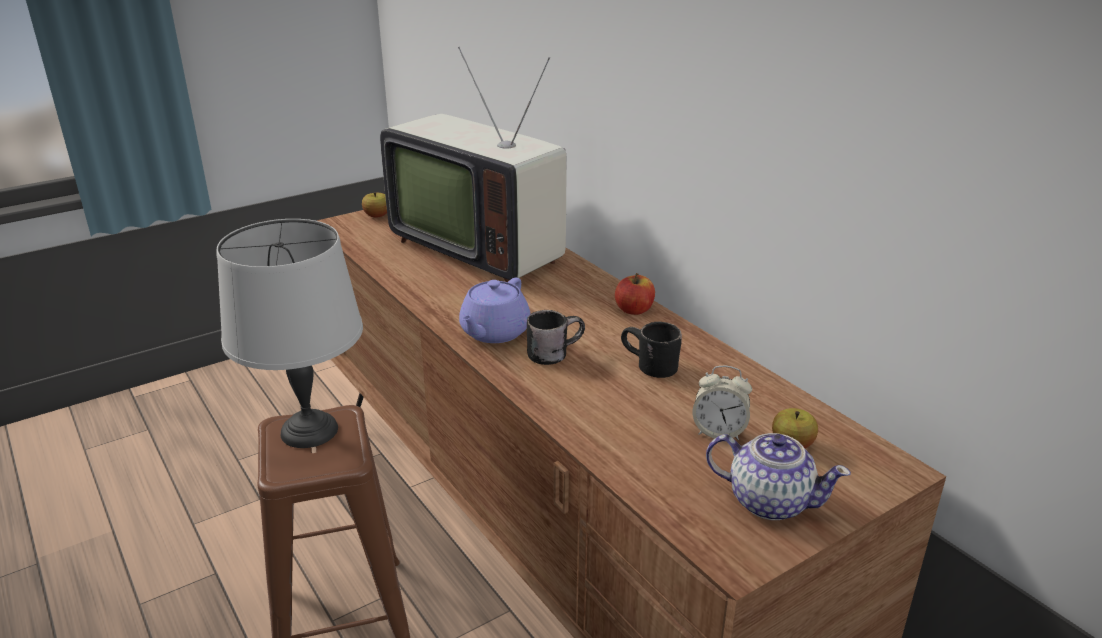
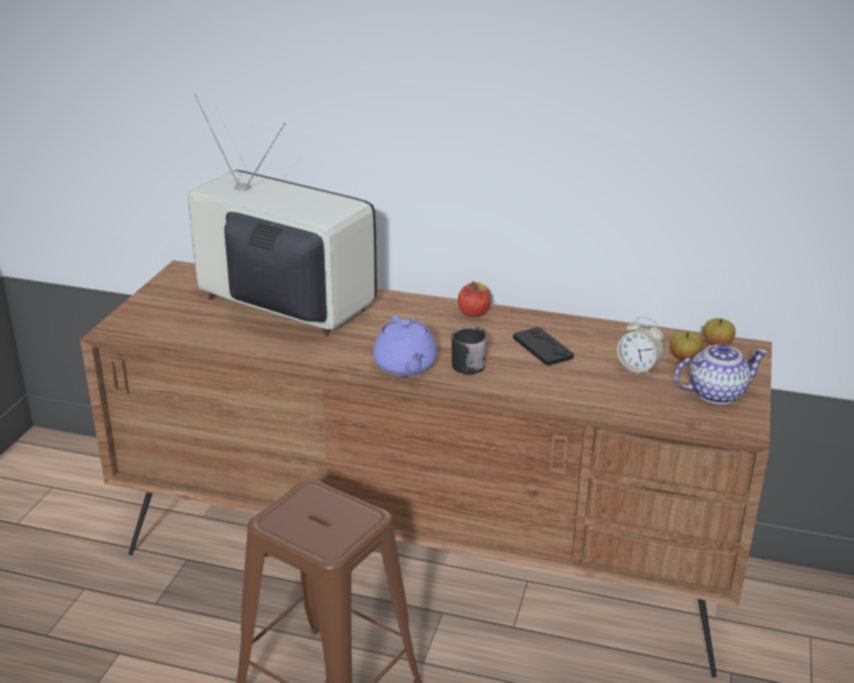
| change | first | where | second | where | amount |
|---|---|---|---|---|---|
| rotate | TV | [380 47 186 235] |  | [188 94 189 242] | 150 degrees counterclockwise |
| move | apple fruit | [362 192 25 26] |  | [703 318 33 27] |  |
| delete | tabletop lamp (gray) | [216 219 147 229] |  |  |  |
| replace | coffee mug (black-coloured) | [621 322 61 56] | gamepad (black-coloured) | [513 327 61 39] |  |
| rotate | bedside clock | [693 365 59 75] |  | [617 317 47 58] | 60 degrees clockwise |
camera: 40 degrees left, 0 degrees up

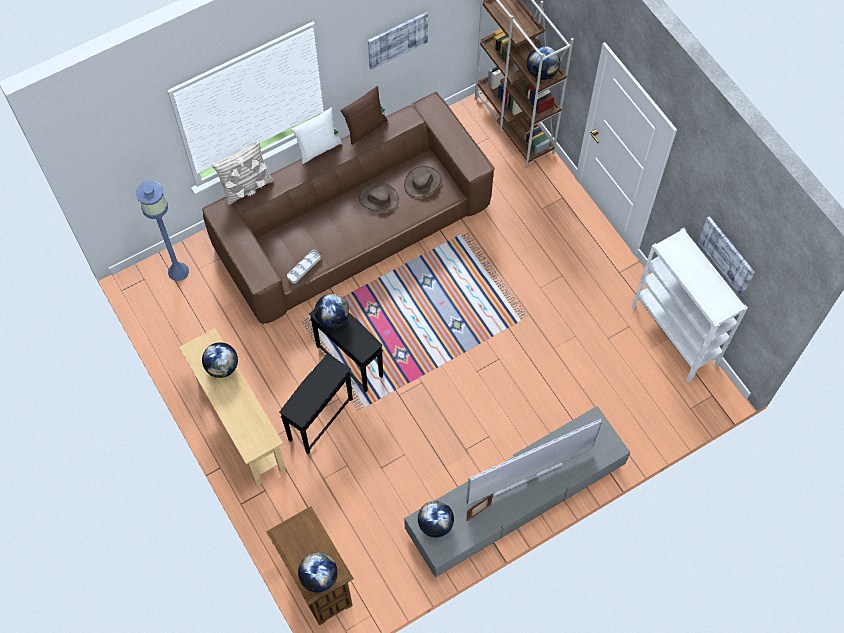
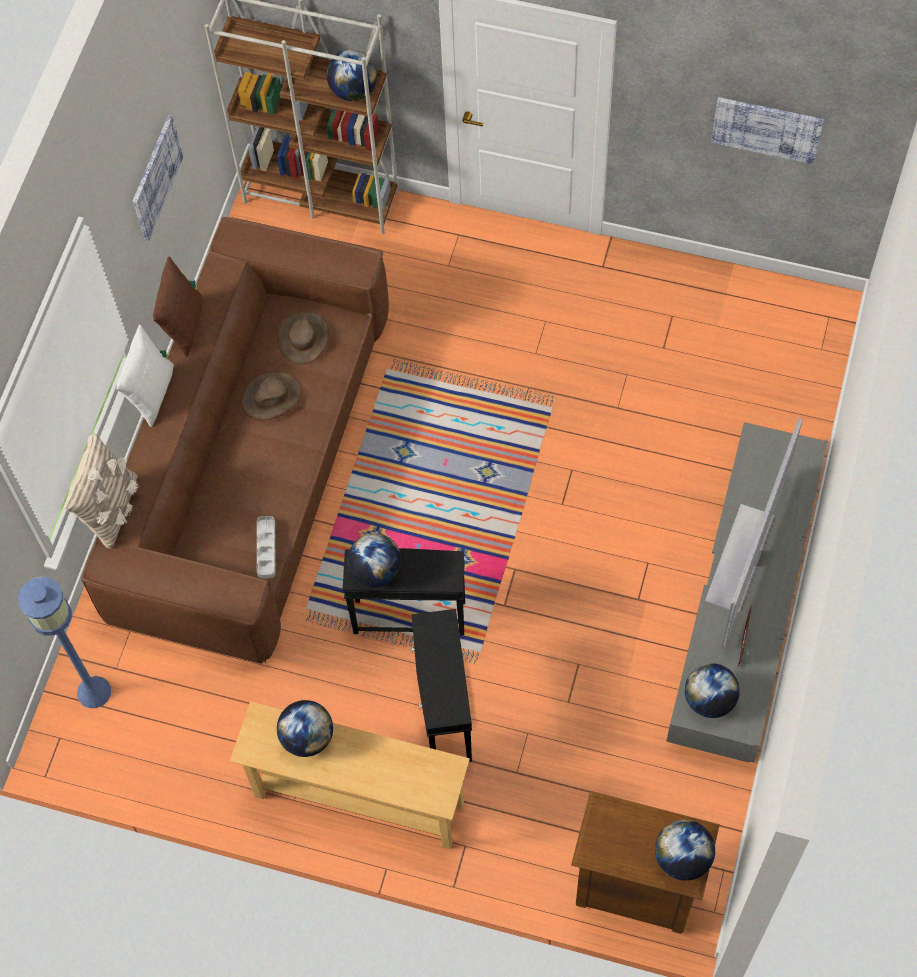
| change | first | where | second | where | amount |
|---|---|---|---|---|---|
| delete | bookcase (whitish) | [632 228 116 155] |  |  |  |
camera: 40 degrees left, 0 degrees up

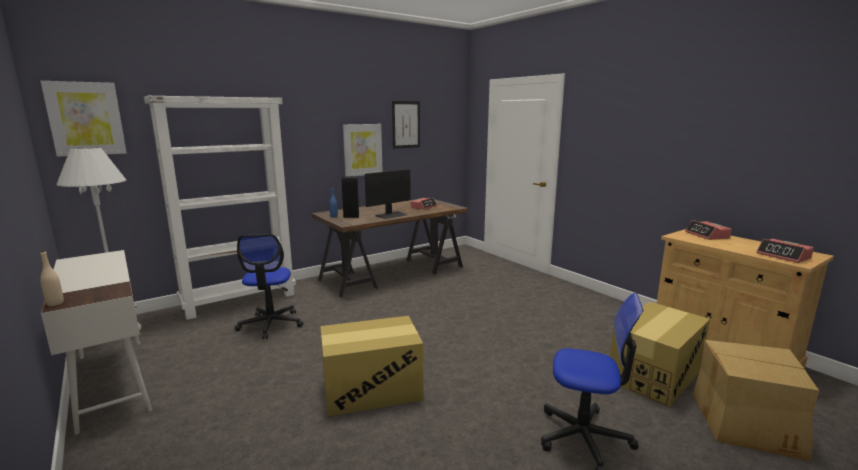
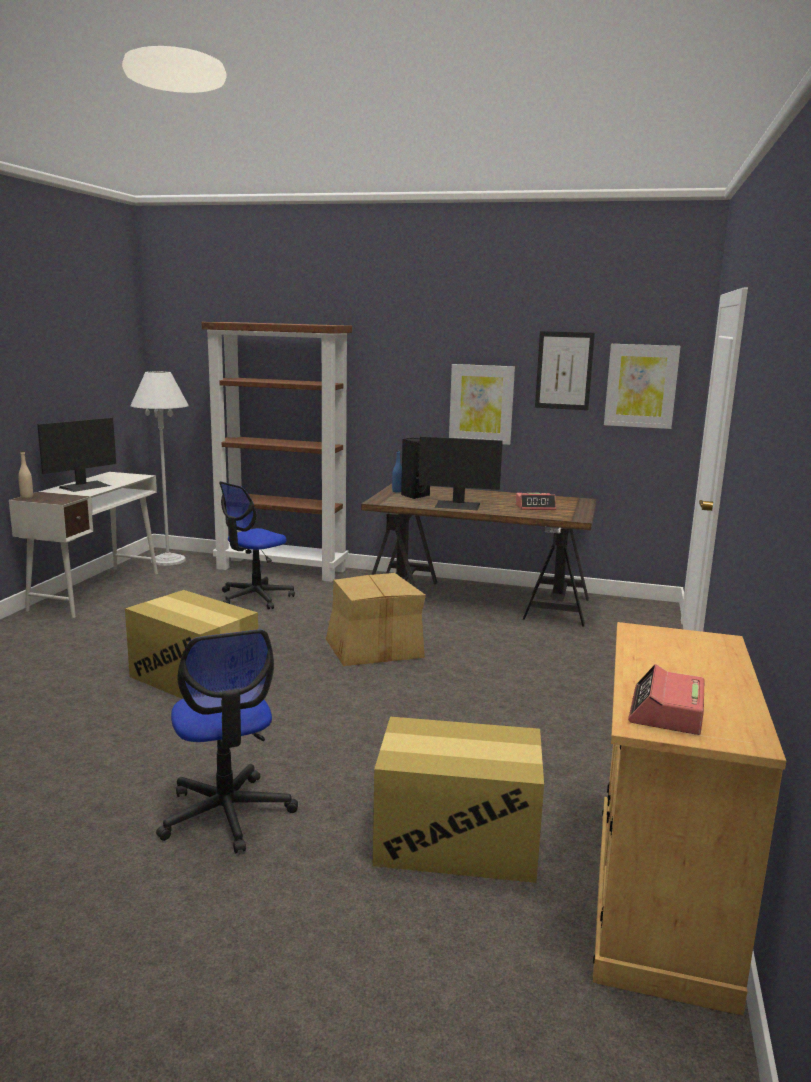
| change | first | where | second | where | amount |
|---|---|---|---|---|---|
| move | wall picture | [41 81 86 76] |  | [604 344 77 85] |  |
| recolor | bookcase (whitish) | [144 96 152 224] | bookcase (brown-coloured) | [201 322 151 260] |  |
| delete | bedside clock | [685 220 47 20] |  |  |  |
| move | packing box | [693 340 126 122] |  | [326 573 100 93] |  |
| insert |  |  | computer screen | [37 418 79 74] |  |
camera: 50 degrees right, 0 degrees up

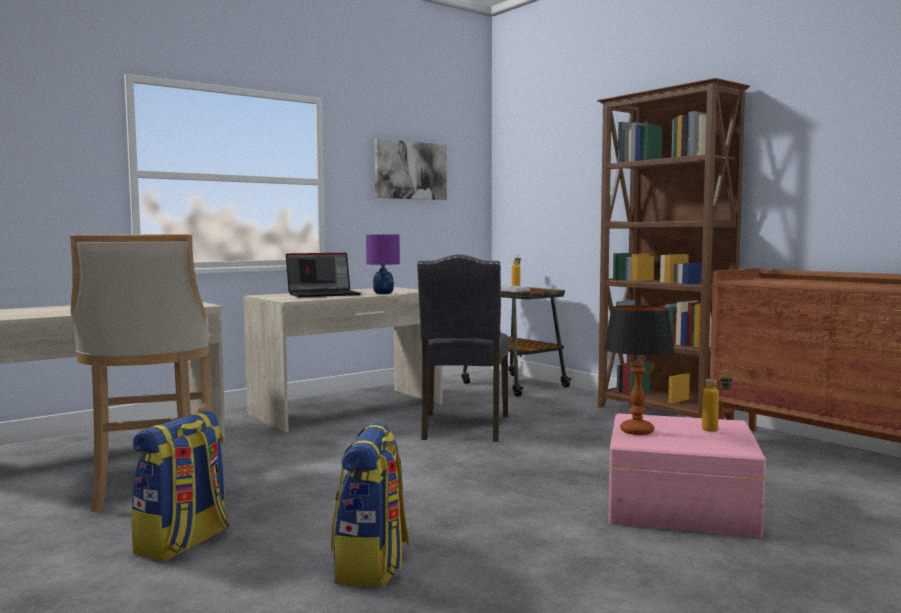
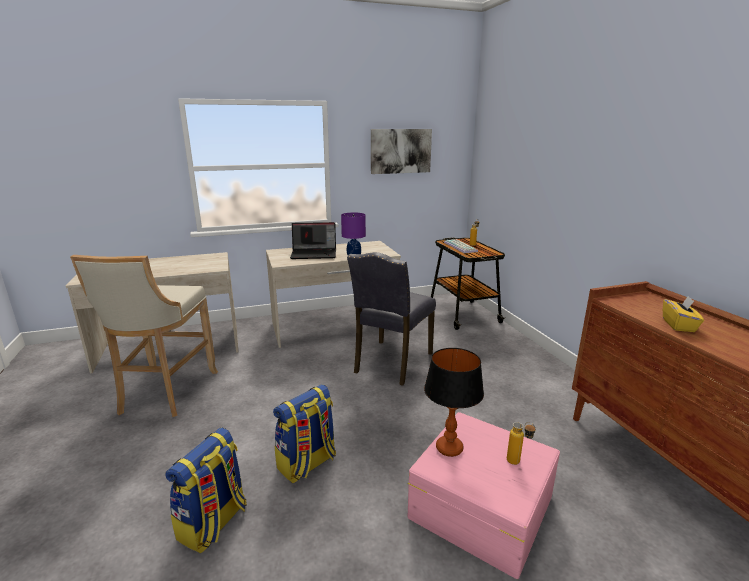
| change | first | where | second | where | amount |
|---|---|---|---|---|---|
| delete | bookcase (brown-coloured) | [597 78 153 342] |  |  |  |
| move | backpack | [131 411 98 151] |  | [273 384 63 99] |  |
| insert |  |  | tissue holder (yellow-coloured) | [663 296 41 36] |  |
camera: 20 degrees right, 15 degrees up

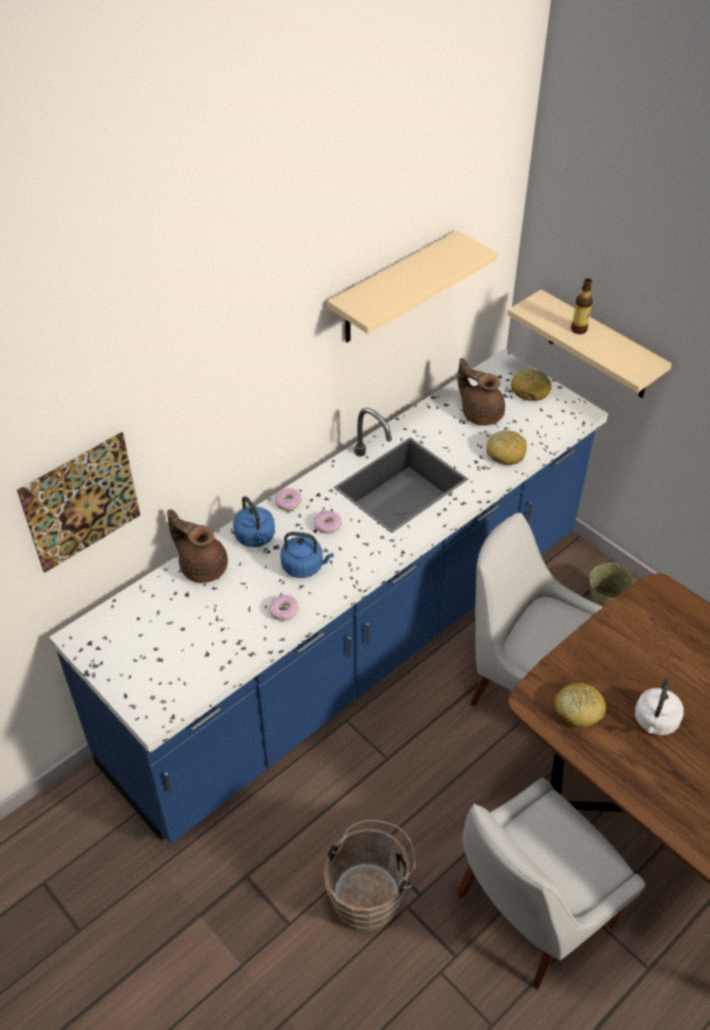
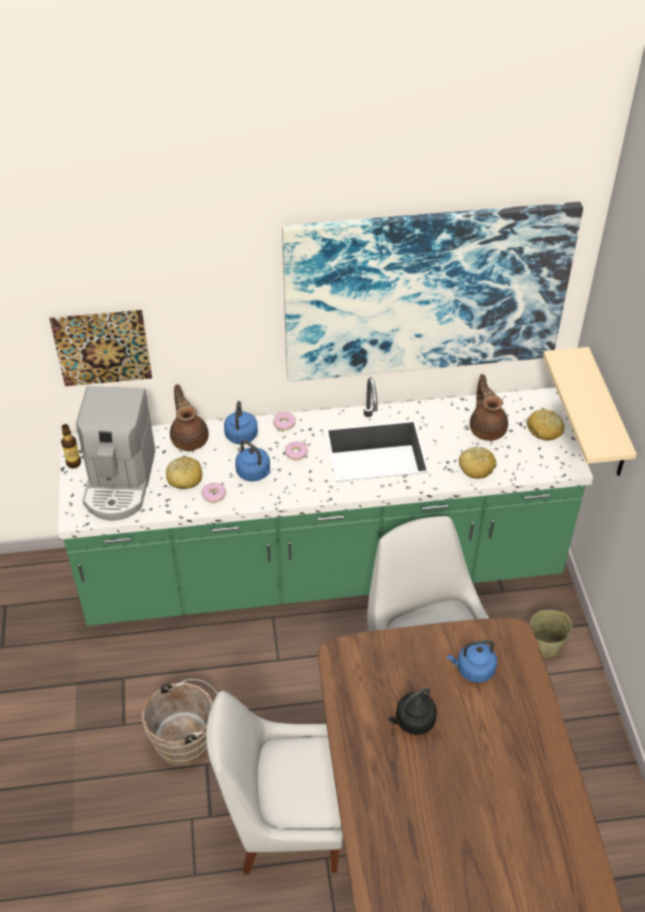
| change | first | where | second | where | amount |
|---|---|---|---|---|---|
| replace | shelf (beige-coloured) | [327 230 171 113] | wall picture | [282 202 301 180] |  |
| move | beverage bottle | [571 278 22 56] |  | [61 424 20 44] |  |
| recolor | kitchen counter (blue) | [49 349 559 495] | kitchen counter (green-coloured) | [58 377 535 249] |  |
| recolor | kettle (whitish) | [635 678 49 57] | kettle (black-coloured) | [388 688 49 47] |  |
| move | bakery bread | [554 683 52 45] |  | [166 457 36 32] |  |
| insert |  |  | coffee maker | [76 386 79 135] |  |
| insert |  |  | kettle (blue) | [447 640 50 43] |  |
camera: 35 degrees right, 0 degrees up

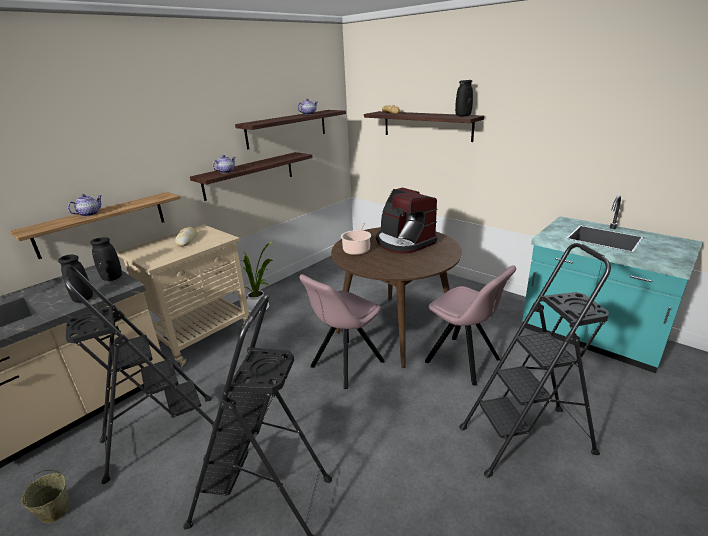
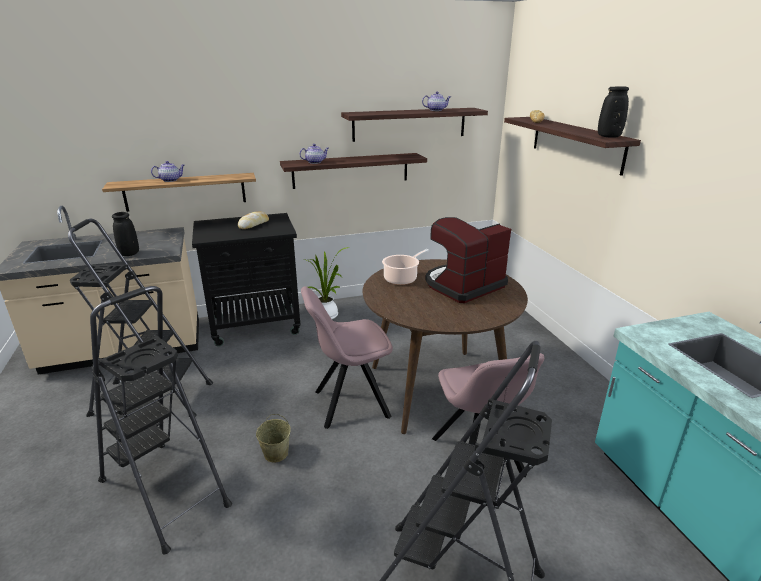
| change | first | where | second | where | amount |
|---|---|---|---|---|---|
| rotate | coffee maker | [376 187 61 67] |  | [425 217 86 86] | 60 degrees clockwise |
| recolor | wheeled cart (beige-coloured) | [117 225 133 142] | wheeled cart (black-coloured) | [192 213 108 133] |  |
| delete | decorative vase (black-coloured) | [90 237 32 44] |  |  |  |
| move | bucket (beige-coloured) | [22 470 48 53] |  | [256 414 35 48] |  |
camera: 30 degrees right, 0 degrees up

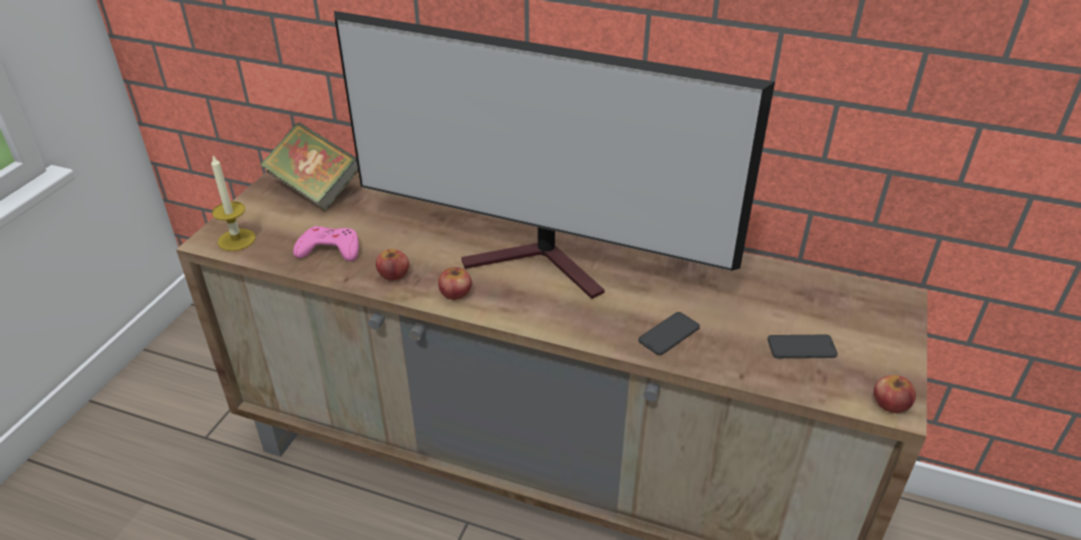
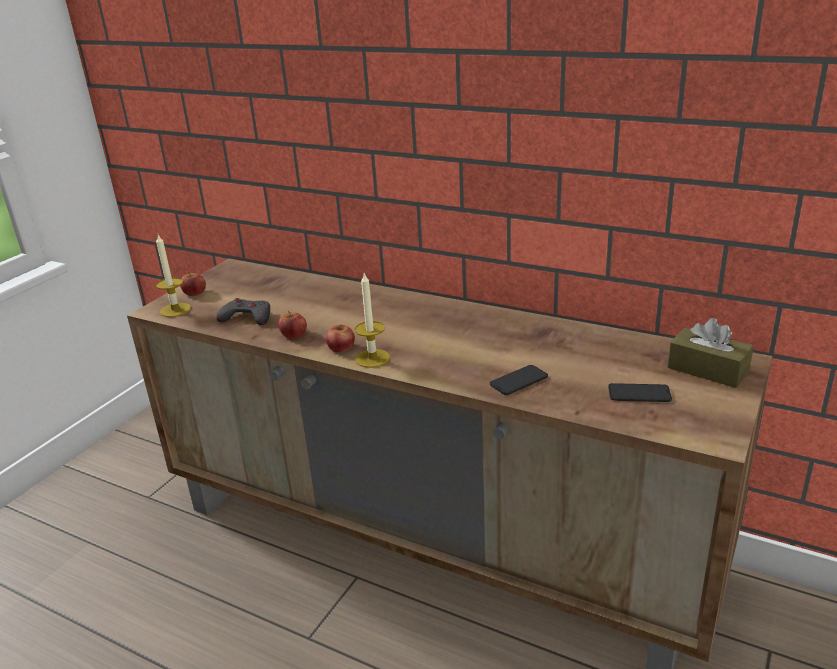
| change | first | where | second | where | amount |
|---|---|---|---|---|---|
| delete | TV | [334 11 441 288] |  |  |  |
| delete | volume | [260 122 98 89] |  |  |  |
| recolor | gamepad (pink) | [293 226 66 35] | gamepad (gray) | [216 298 54 27] |  |
| move | apple fruit | [874 375 42 38] |  | [180 272 26 24] |  |
| insert |  |  | candle | [355 273 35 95] |  |
| insert |  |  | tissue holder (brown-coloured) | [668 318 86 70] |  |
camera: 10 degrees right, 10 degrees down

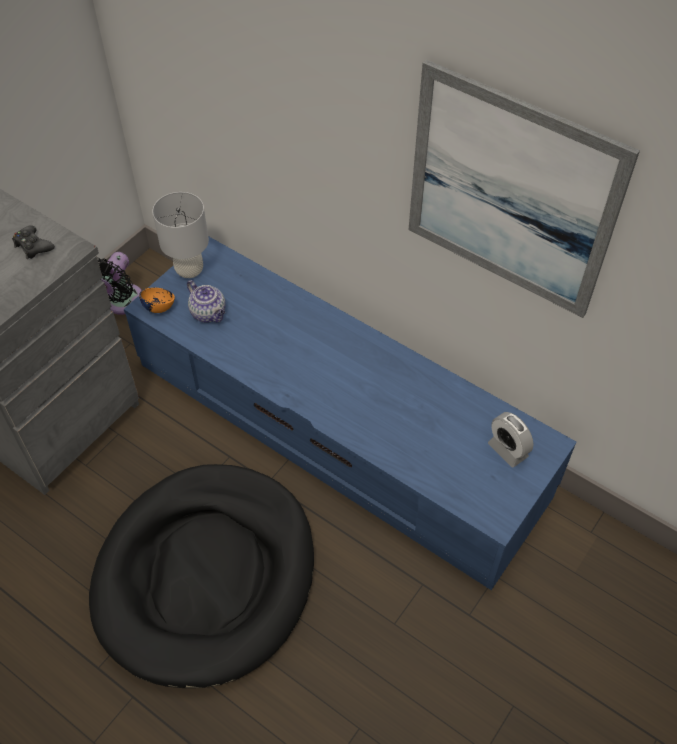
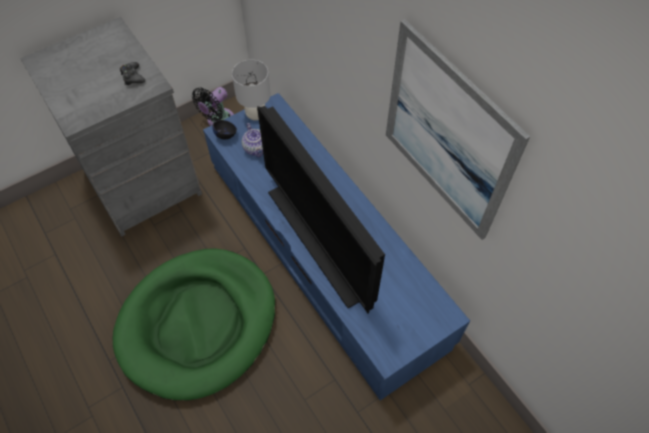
| change | first | where | second | where | amount |
|---|---|---|---|---|---|
| recolor | serving bowl (orangey) | [139 288 36 25] | serving bowl (black-coloured) | [212 120 25 19] |  |
| delete | bedside clock | [488 412 45 55] |  |  |  |
| recolor | pet bed (black-coloured) | [89 464 225 224] | pet bed (green-coloured) | [113 248 162 153] |  |
| insert |  |  | TV | [257 106 128 207] |  |
camera: 20 degrees right, 5 degrees up

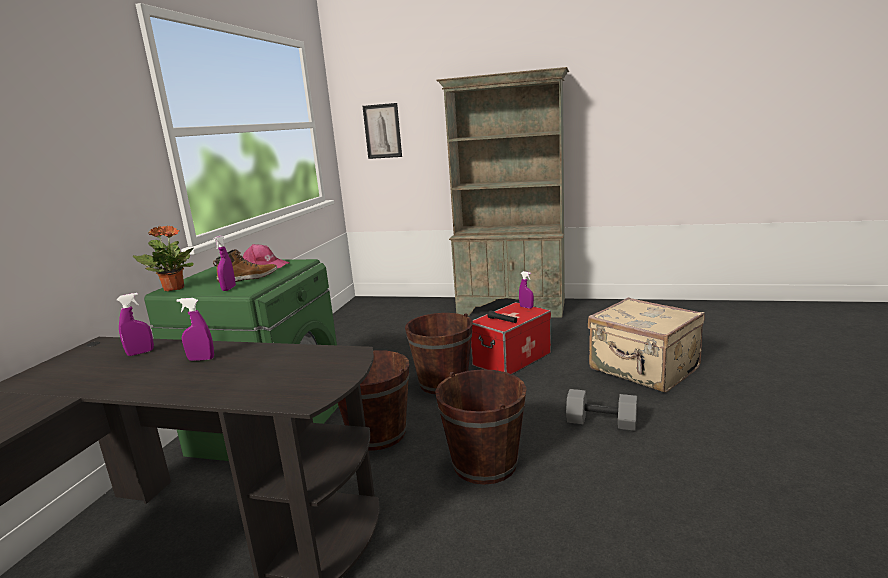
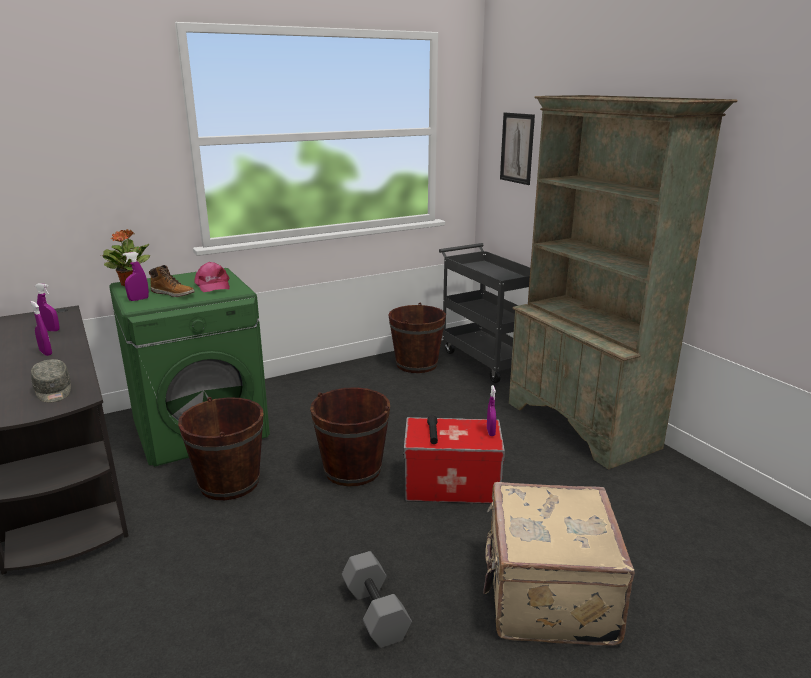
| change | first | where | second | where | amount |
|---|---|---|---|---|---|
| move | bucket (brown-coloured) | [435 369 92 116] |  | [389 303 57 70] |  |
| insert |  |  | wheeled cart (gray) | [439 243 91 140] |  |
| insert |  |  | cap (gray) | [31 359 40 44] |  |
camera: 45 degrees right, 5 degrees up

